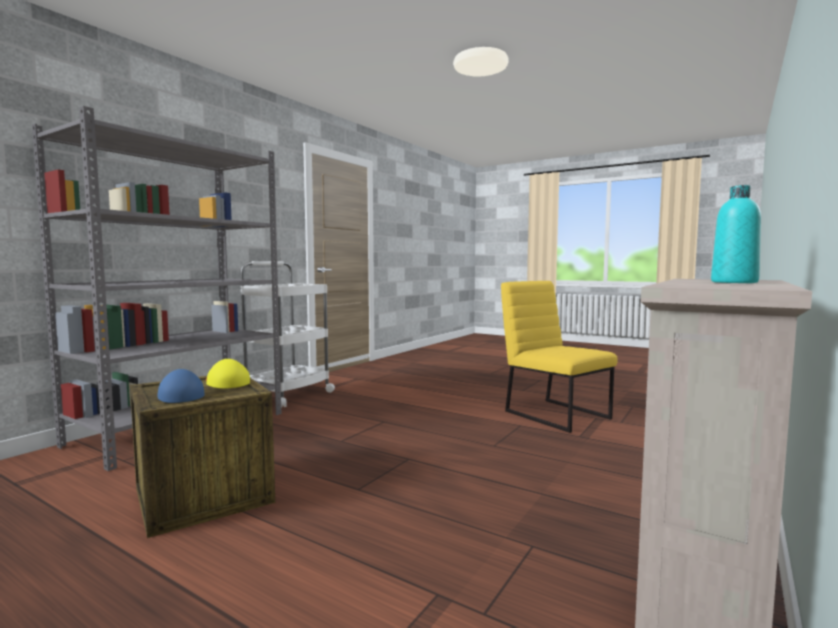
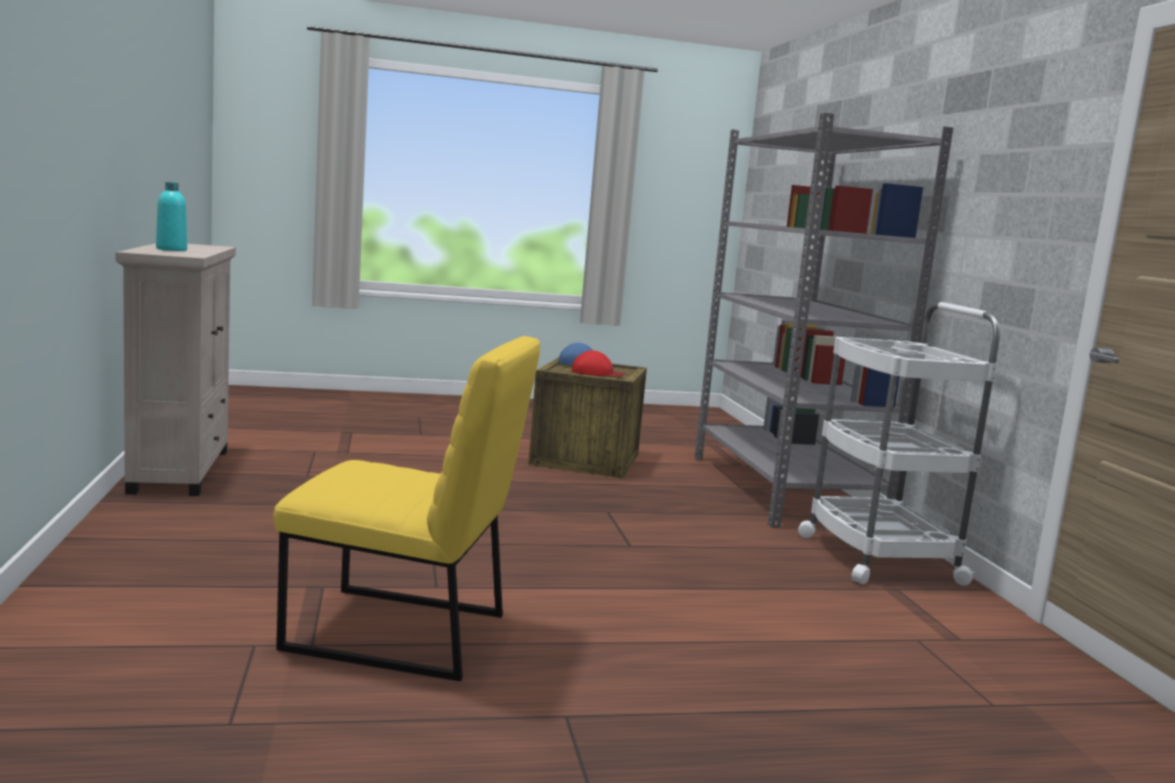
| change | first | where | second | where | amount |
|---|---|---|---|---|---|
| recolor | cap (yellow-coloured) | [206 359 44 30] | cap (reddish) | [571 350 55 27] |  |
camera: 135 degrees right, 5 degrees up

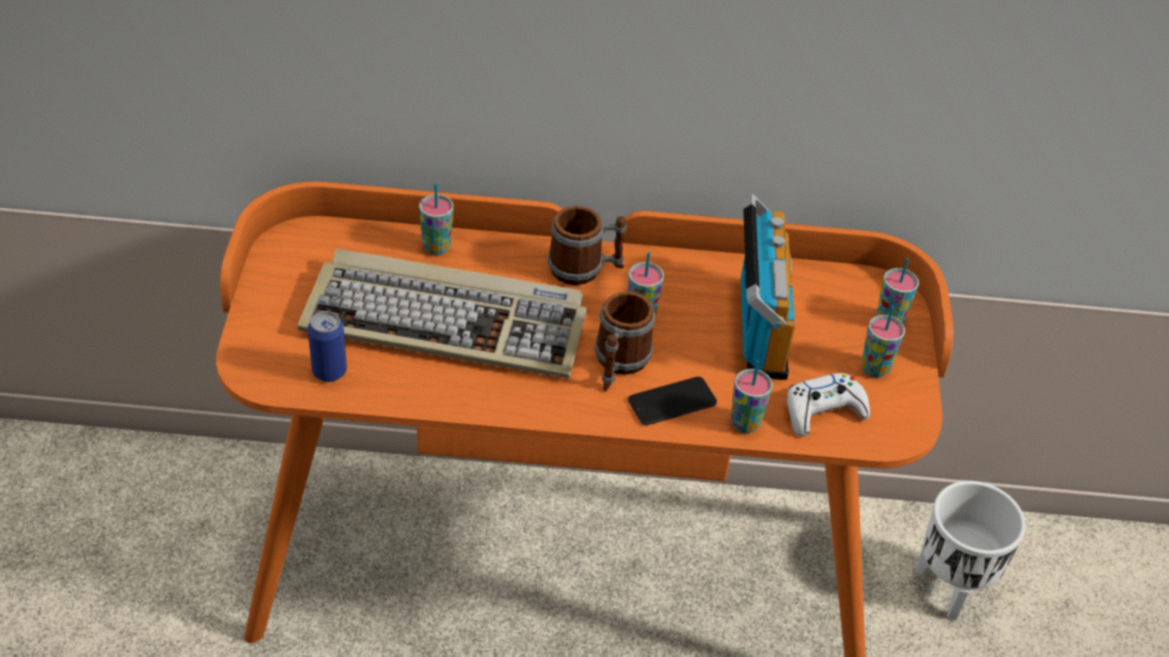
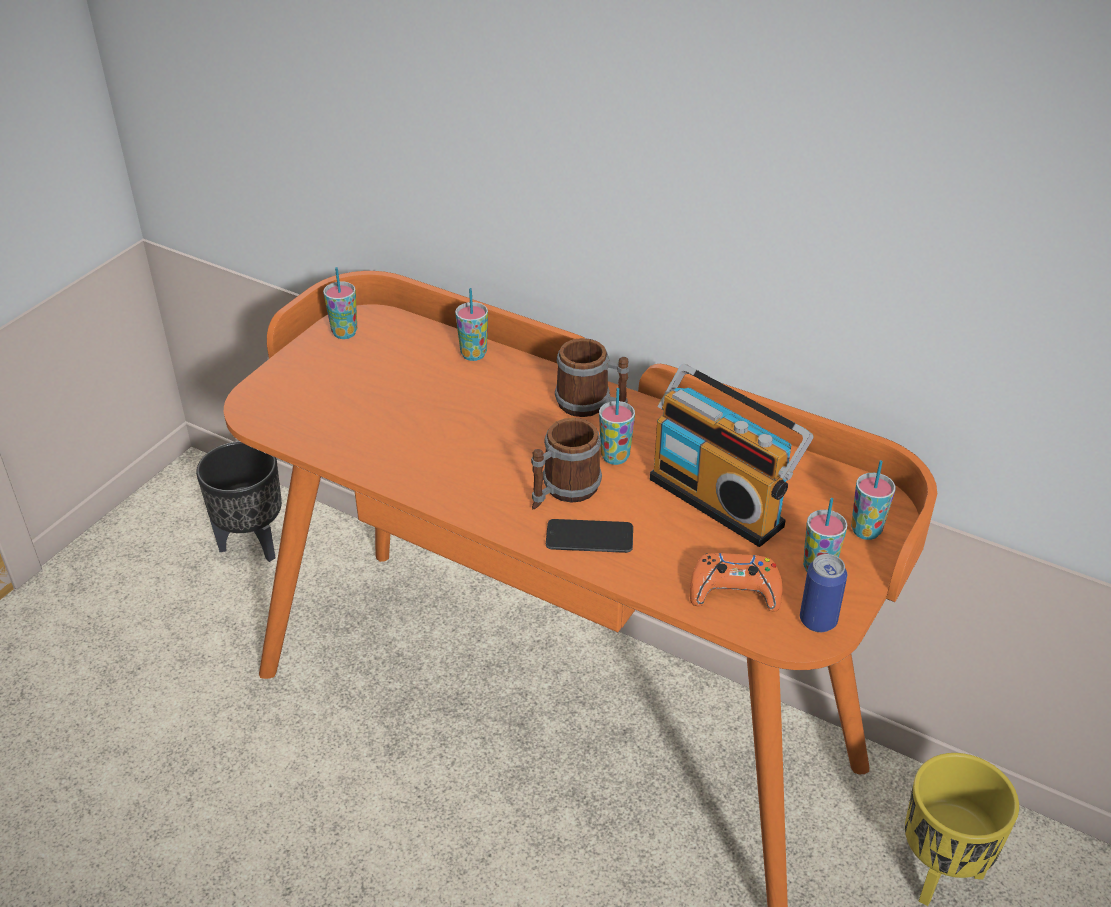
| change | first | where | second | where | amount |
|---|---|---|---|---|---|
| rotate | radio | [741 194 54 186] |  | [650 364 164 183] | 105 degrees clockwise |
| delete | computer keyboard | [298 249 289 130] |  |  |  |
| move | metal can | [308 311 39 71] |  | [800 554 47 78] |  |
| move | small cup | [731 360 42 73] |  | [323 267 34 72] |  |
| recolor | gamepad (whitish) | [787 373 83 64] | gamepad (orangey) | [690 553 92 59] |  |
| recolor | plant pot (whitish) | [915 481 111 140] | plant pot (yellow-coloured) | [905 753 114 153] |  |
| insert |  |  | plant pot (black-coloured) | [196 441 86 121] |  |
camera: 30 degrees right, 5 degrees down

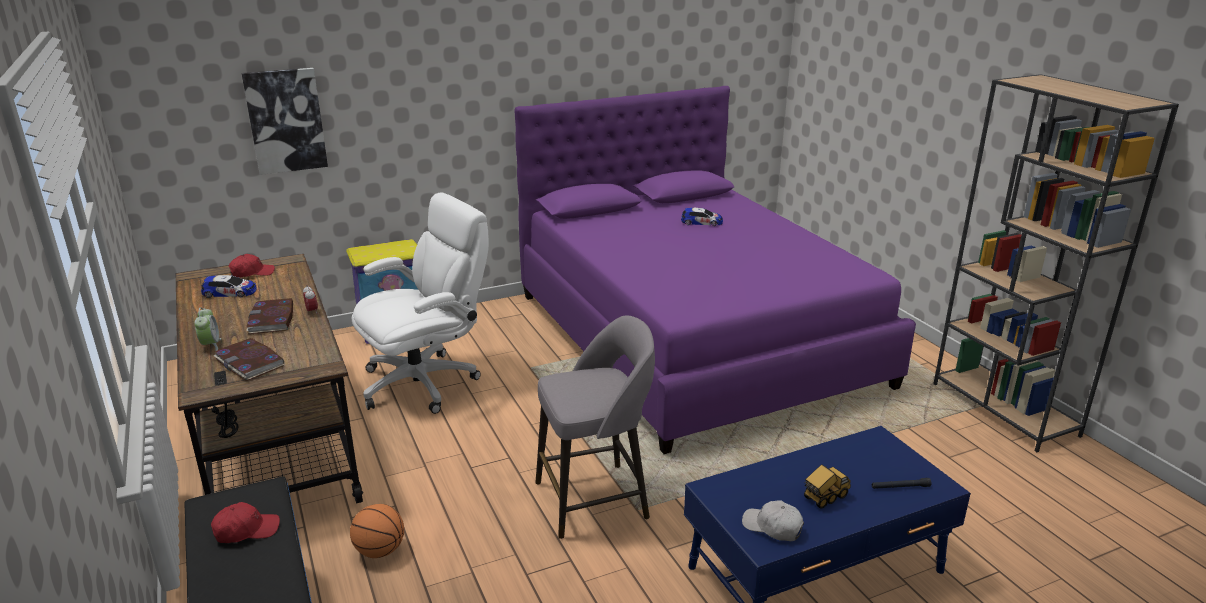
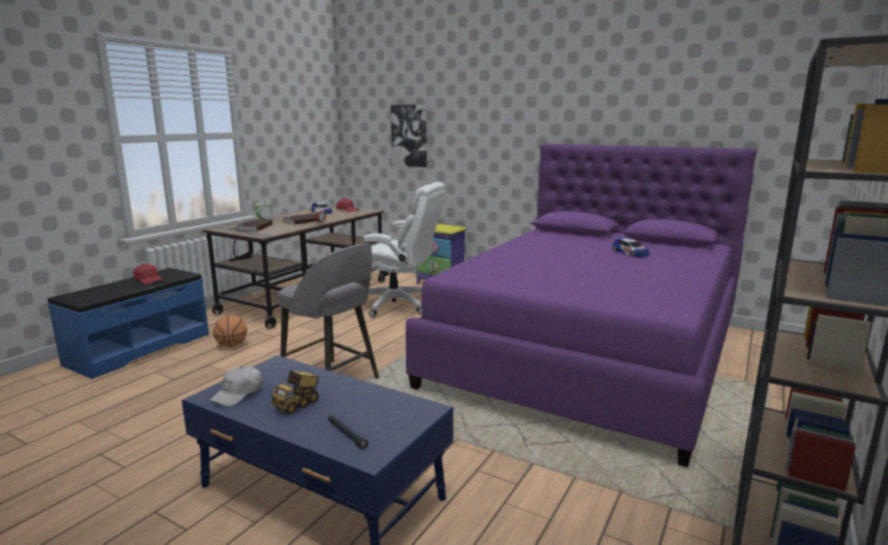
| change | first | where | second | where | amount |
|---|---|---|---|---|---|
| rotate | model truck | [804 464 47 44] |  | [271 371 49 43] | 105 degrees clockwise |
| rotate | cap (whitish) | [742 500 62 41] |  | [210 366 52 40] | 150 degrees counterclockwise |
camera: 55 degrees right, 10 degrees down

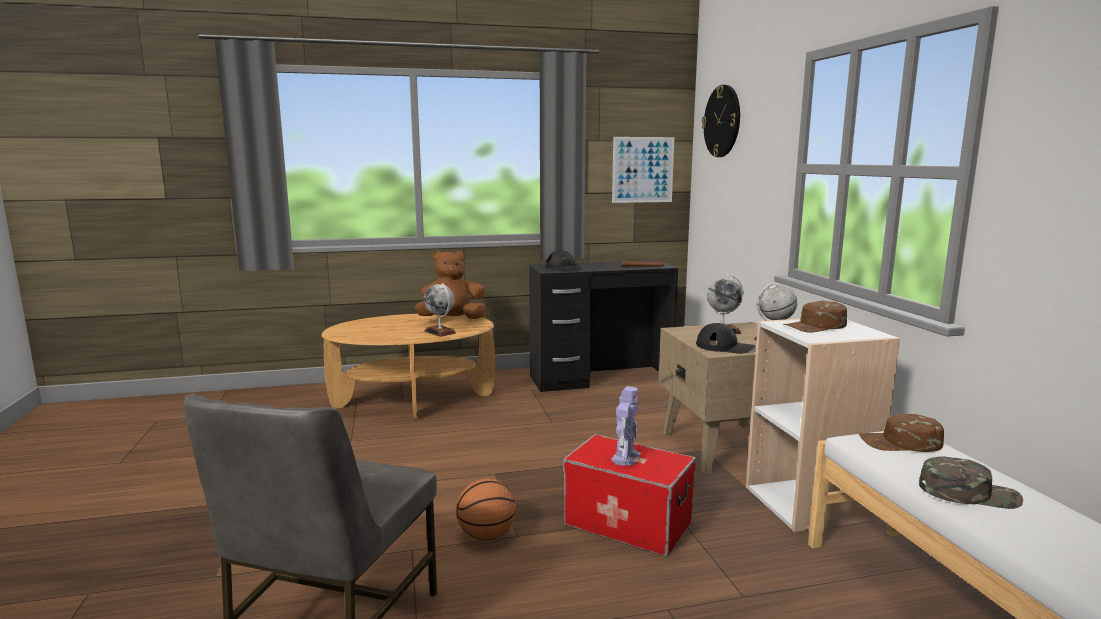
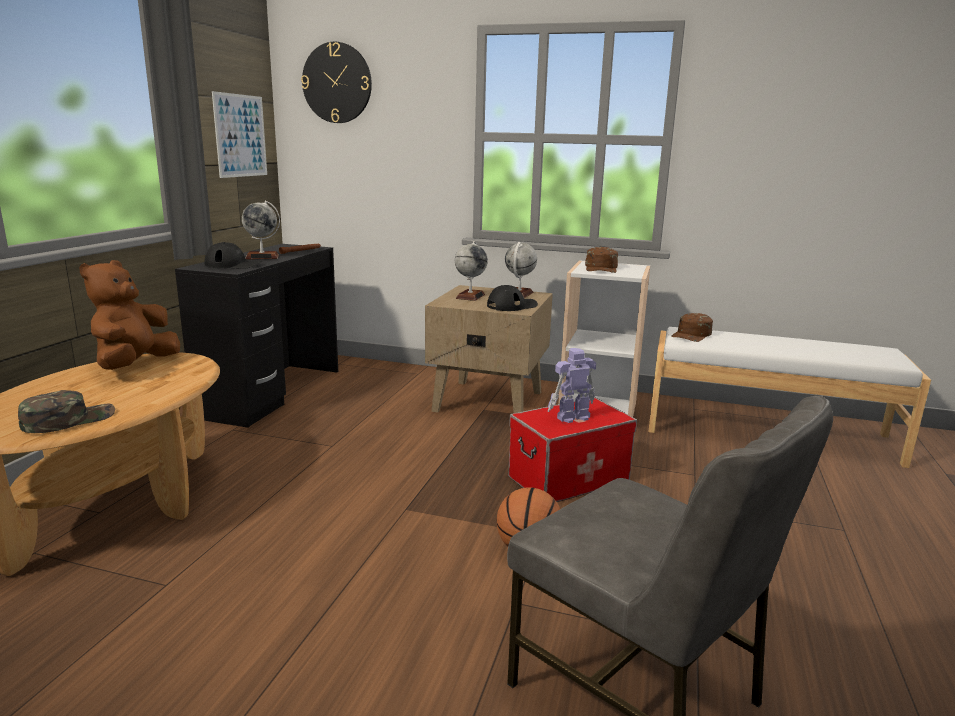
| change | first | where | second | where | amount |
|---|---|---|---|---|---|
| move | world globe | [423 283 33 54] |  | [242 201 38 58] |  |
| rotate | model robot | [611 386 29 80] |  | [547 348 49 75] | 75 degrees counterclockwise |
| move | cap (green-coloured) | [919 456 104 53] |  | [18 390 97 43] |  |
camera: 60 degrees left, 5 degrees up

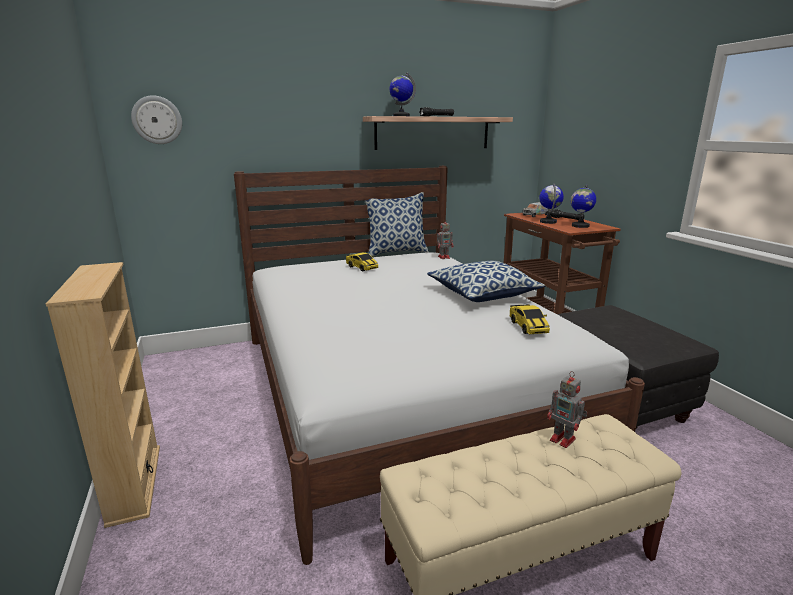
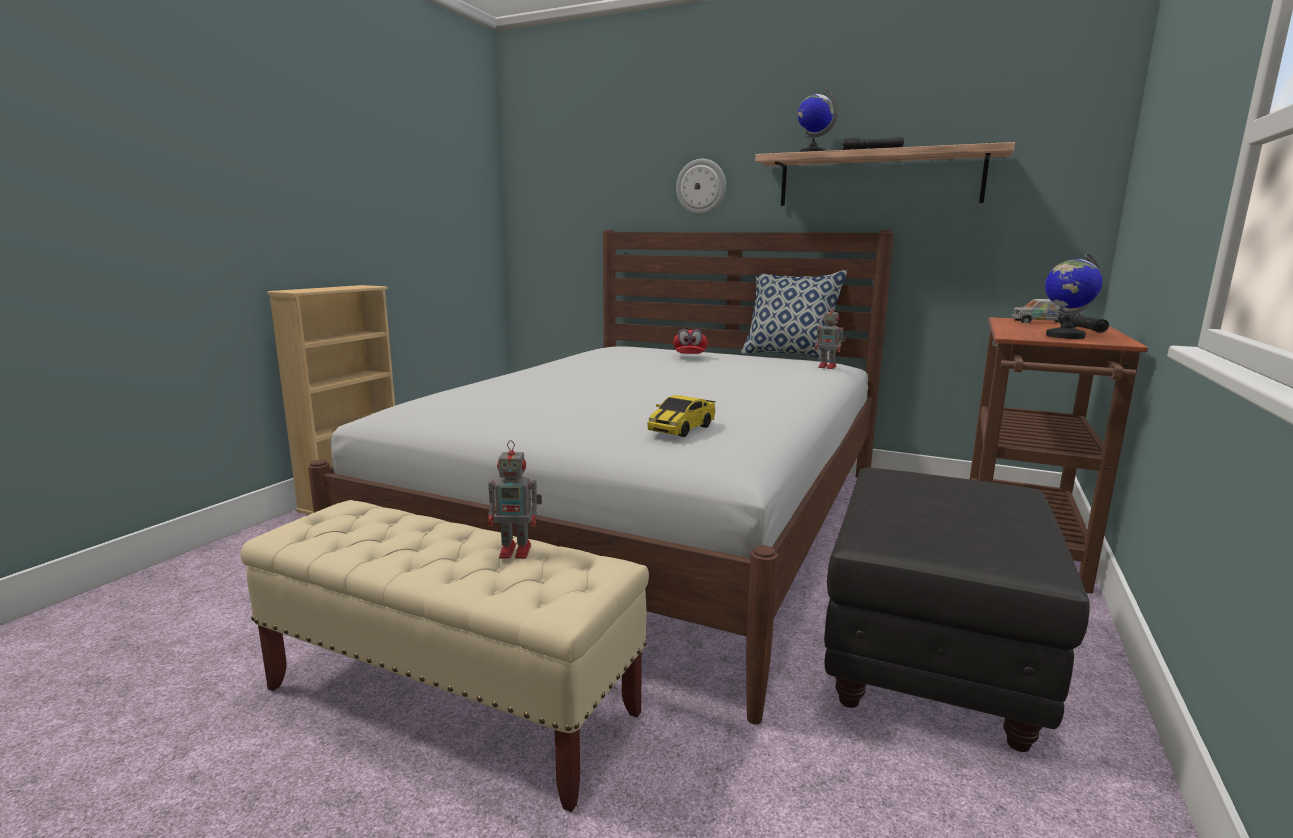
| change | first | where | second | where | amount |
|---|---|---|---|---|---|
| move | wall clock | [131 95 51 49] |  | [676 159 50 56] |  |
| delete | world globe | [539 183 25 41] |  |  |  |
| replace | miniature car | [346 252 32 19] | cap (reddish) | [673 329 35 25] |  |
| delete | pillow | [427 261 119 41] |  |  |  |
| rotate | model robot | [547 371 40 77] |  | [488 440 54 119] | 90 degrees counterclockwise |
camera: 45 degrees right, 5 degrees down

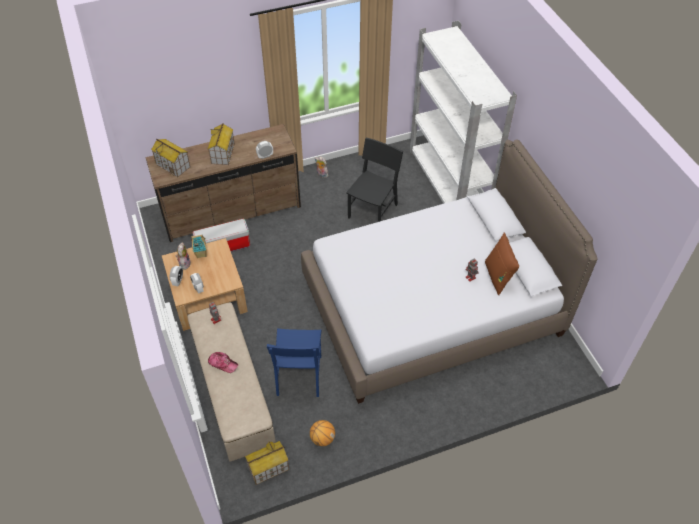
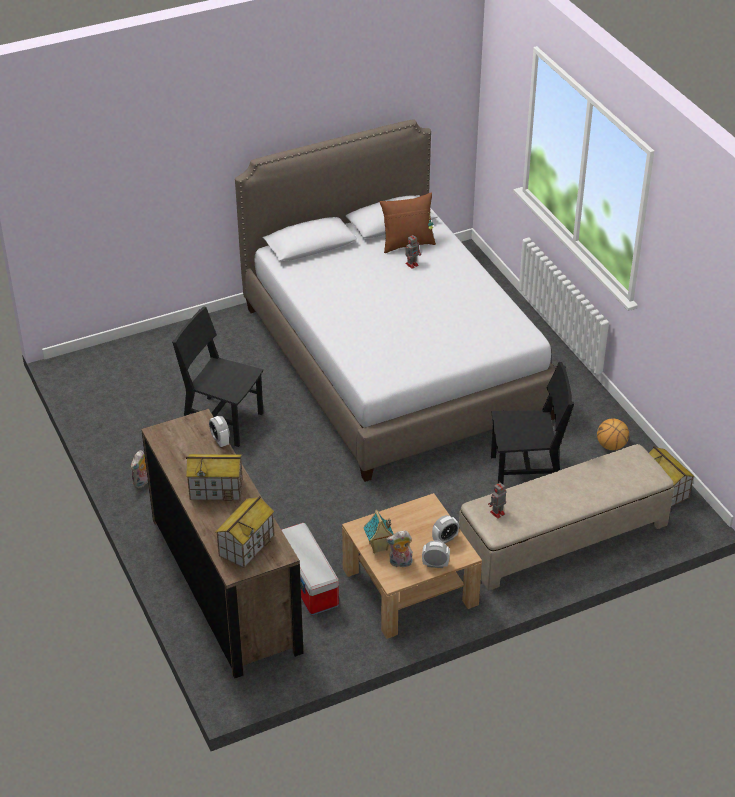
| change | first | where | second | where | amount |
|---|---|---|---|---|---|
| delete | bookcase (whitish) | [410 20 107 184] |  |  |  |
| recolor | plain chair (blue) | [267 328 54 69] | plain chair (black-coloured) | [491 362 83 122] |  |
| delete | cap | [208 352 30 21] |  |  |  |
camera: 95 degrees left, 10 degrees down

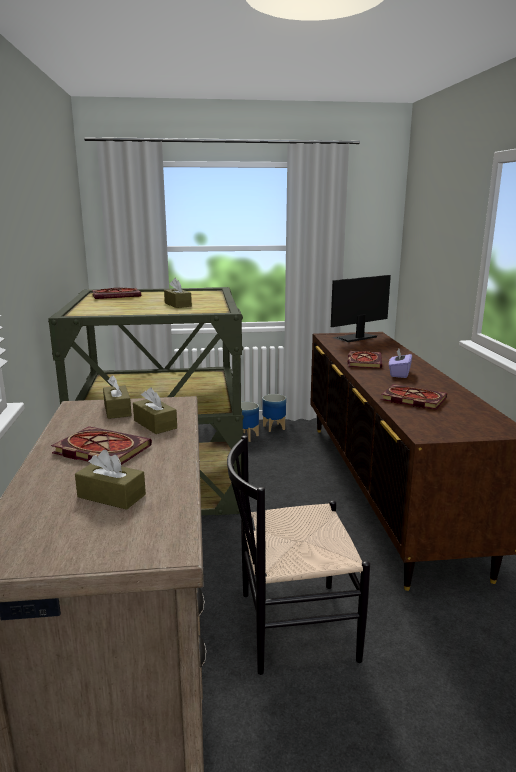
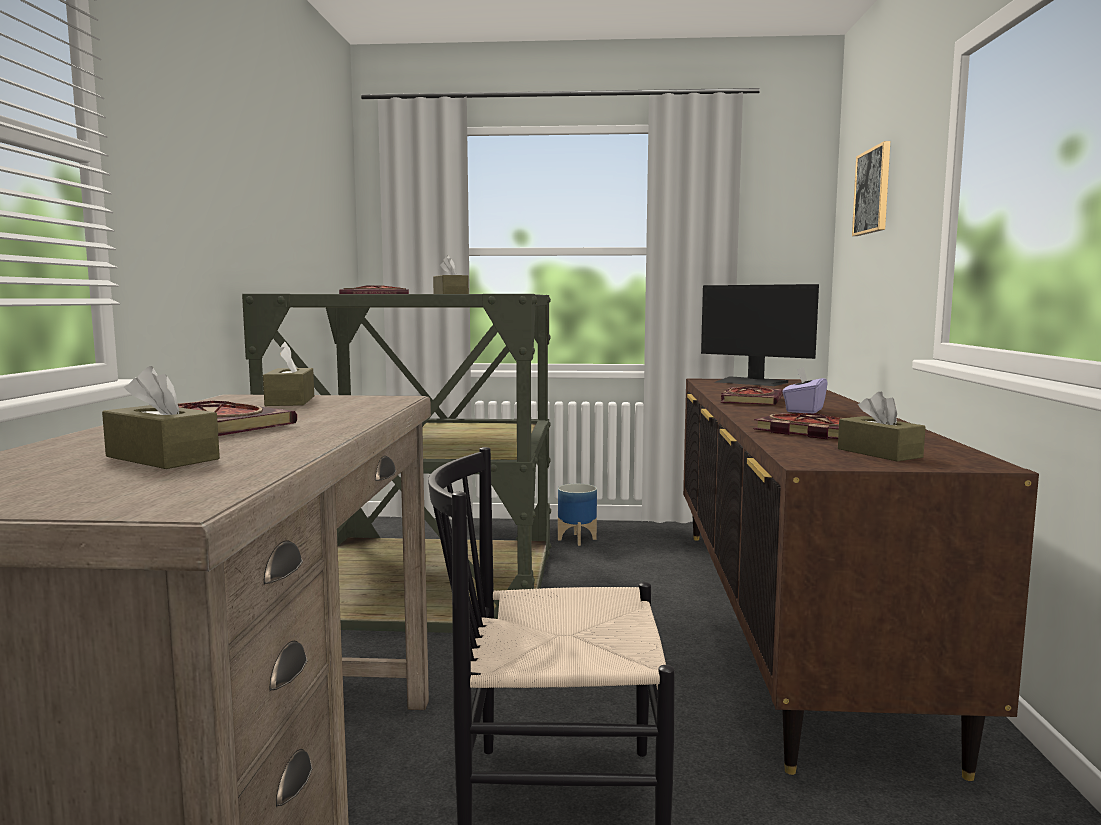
| change | first | where | second | where | amount |
|---|---|---|---|---|---|
| rotate | computer screen | [331 275 60 67] |  | [701 284 118 102] | 120 degrees counterclockwise |
| move | tissue holder (brown-coloured) | [133 388 44 46] |  | [838 392 88 69] |  |
| delete | plant pot | [262 394 24 38] |  |  |  |
| insert |  |  | wall picture | [852 141 38 95] |  |
camera: 10 degrees right, 10 degrees down

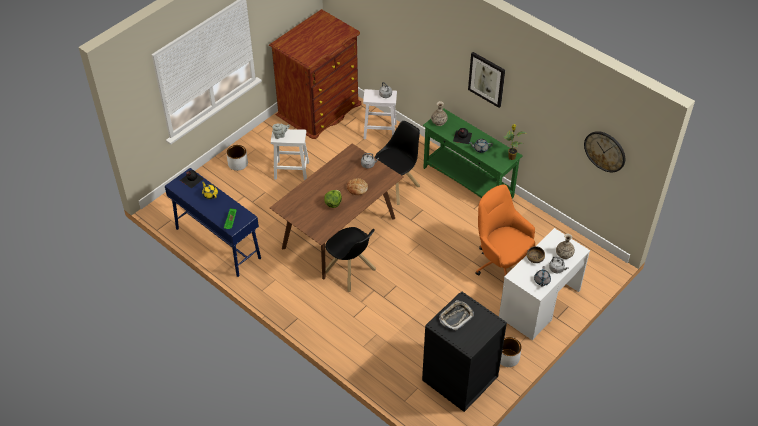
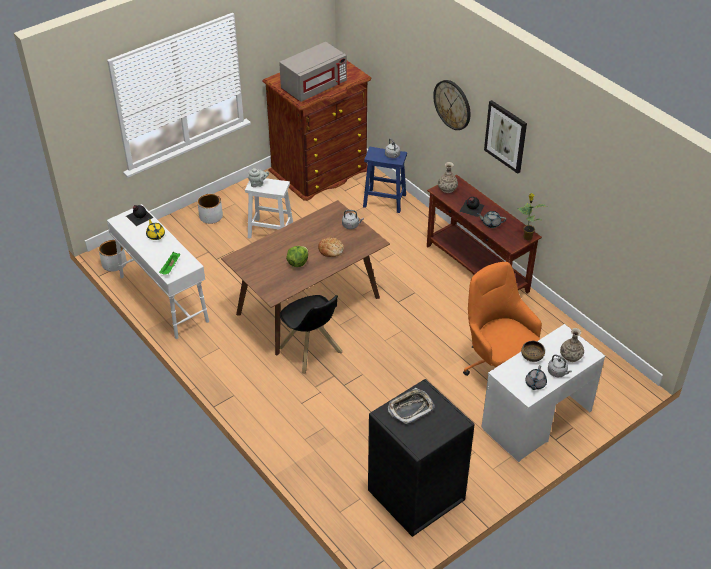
| change | first | where | second | where | amount |
|---|---|---|---|---|---|
| recolor | stool (whitish) | [363 89 34 50] | stool (blue) | [363 147 44 66] |  |
| recolor | narrow table (green-coloured) | [423 108 100 91] | narrow table (brown-coloured) | [427 175 115 118] |  |
| delete | plain chair (black-coloured) | [374 121 46 84] |  |  |  |
| move | wall clock | [584 131 41 41] |  | [433 80 37 50] |  |
| recolor | narrow table (blue) | [165 168 96 109] | narrow table (whitish) | [107 204 102 135] |  |
| move | plant pot (whitish) | [500 337 22 30] |  | [99 240 28 32] |  |
| insert |  |  | microwave oven (gray) | [279 42 68 60] |  |
camera: 10 degrees right, 5 degrees down

